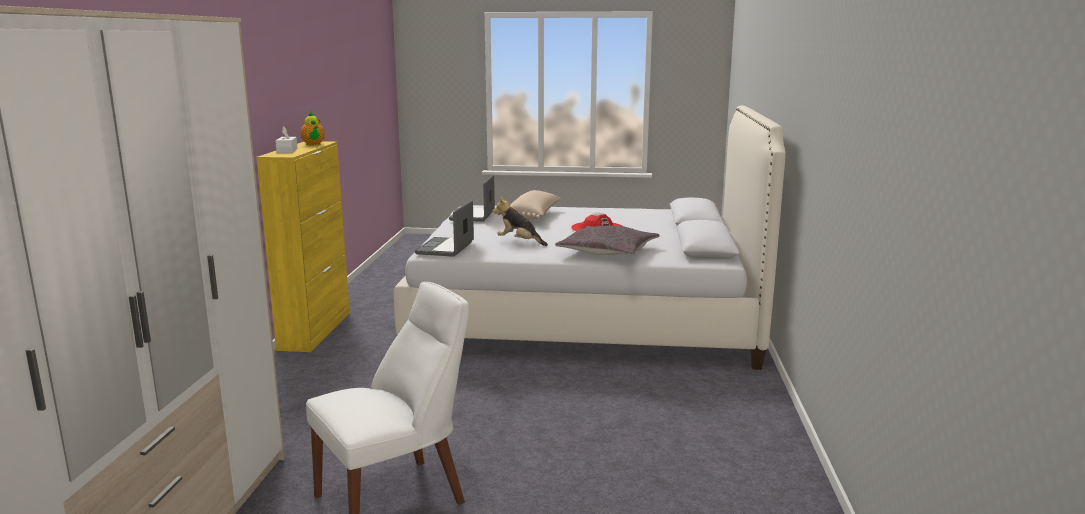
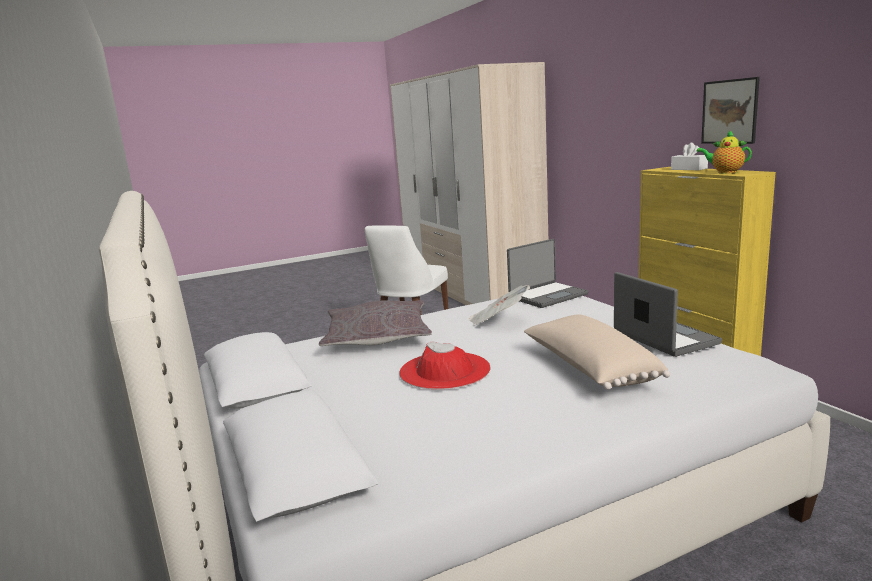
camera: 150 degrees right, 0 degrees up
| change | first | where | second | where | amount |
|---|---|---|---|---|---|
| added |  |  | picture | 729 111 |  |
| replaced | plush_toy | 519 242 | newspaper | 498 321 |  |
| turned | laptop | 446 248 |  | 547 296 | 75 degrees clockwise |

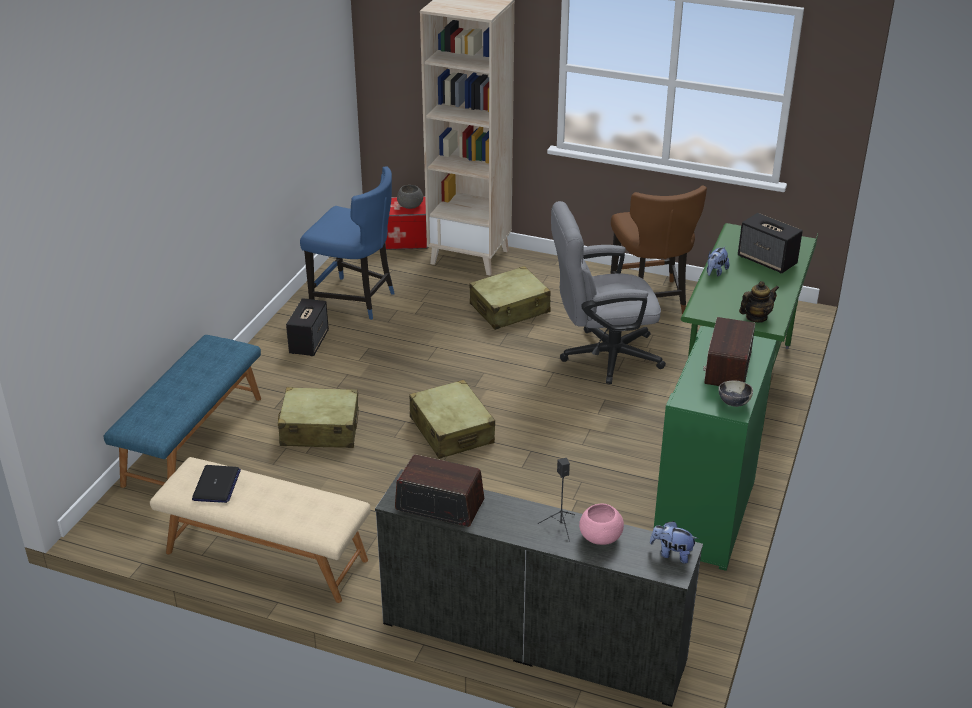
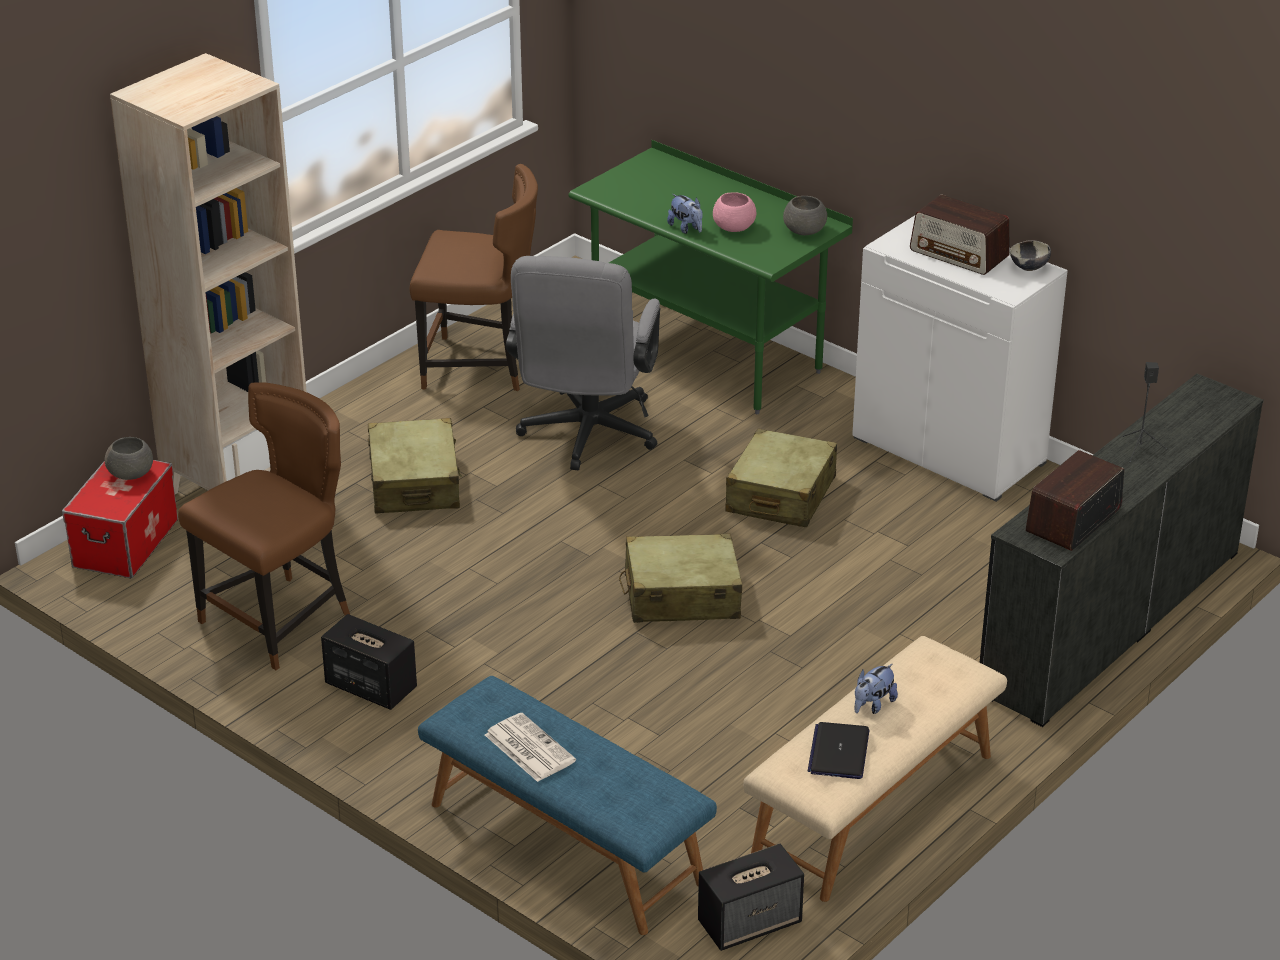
camera: 70 degrees left, 0 degrees up
| change | first | where | second | where | amount |
|---|---|---|---|---|---|
| added |  |  | newspaper | 528 748 |  |
| moved | beige_suitcase | 320 429 |  | 780 495 |  |
| moved | pink_bowl | 599 537 |  | 733 228 |  |
| moved | plush_toy | 672 554 |  | 873 705 |  |
| moved | speaker | 767 261 |  | 750 922 |  |
| replaced | teapot | 756 317 | grey_bowl | 804 231 |  |
| recoloured | blue_chair | 355 300 | brown_chair | 280 620 |  |
| recoloured | green_cabinet | 706 516 | white_cabinet | 950 450 |  |
| turned | laptop | 216 485 |  | 839 752 | 105 degrees counterclockwise |

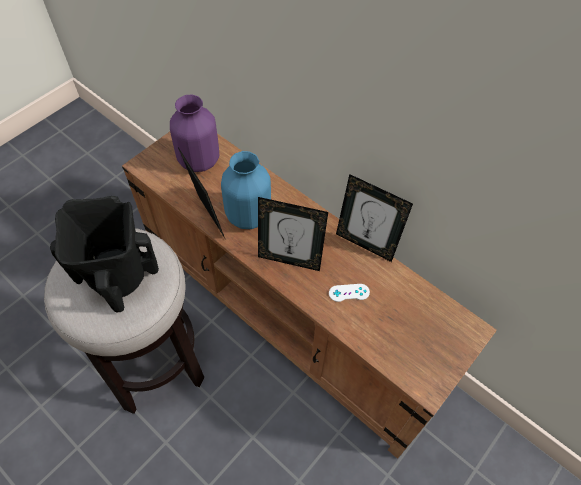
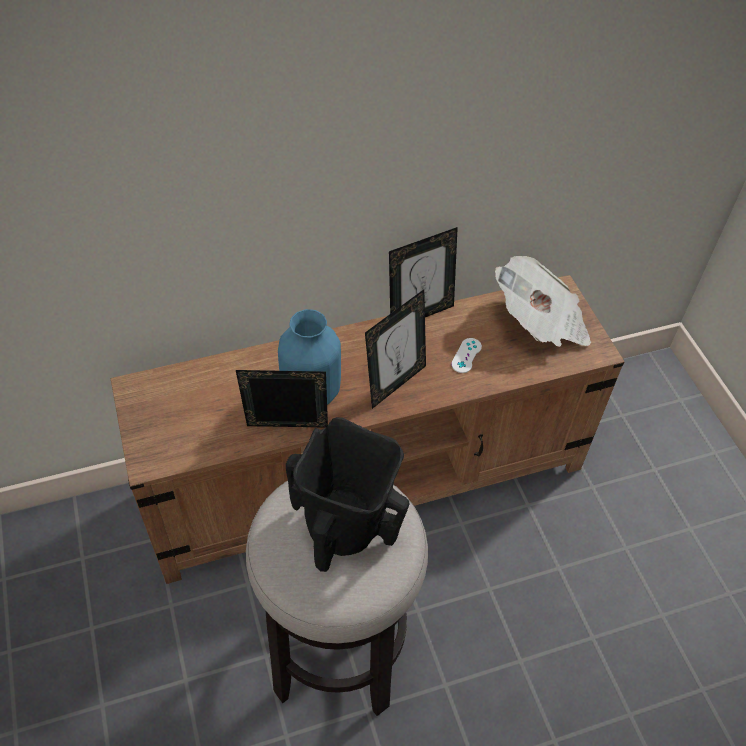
camera: 60 degrees left, 5 degrees down
| change | first | where | second | where | amount |
|---|---|---|---|---|---|
| removed | purple_vase | 200 161 |  |  |  |
| added |  |  | newspaper | 540 323 |  |

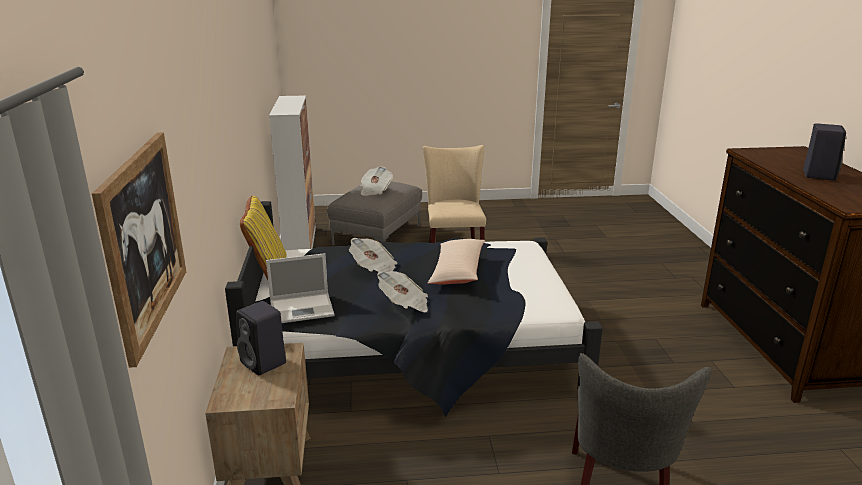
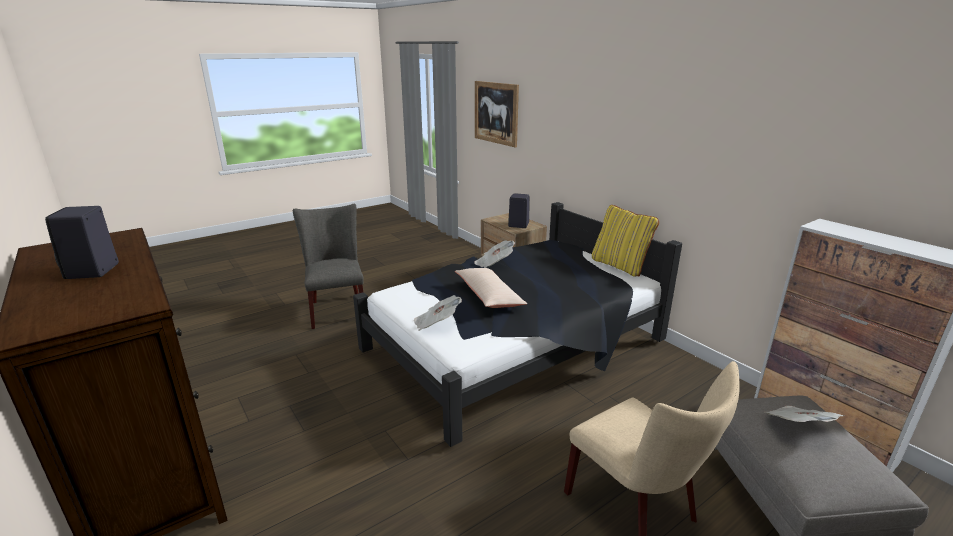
camera: 150 degrees right, 0 degrees up
| change | first | where | second | where | amount |
|---|---|---|---|---|---|
| removed | laptop | 303 308 |  |  |  |
| moved | newspaper | 374 269 |  | 436 324 |  |

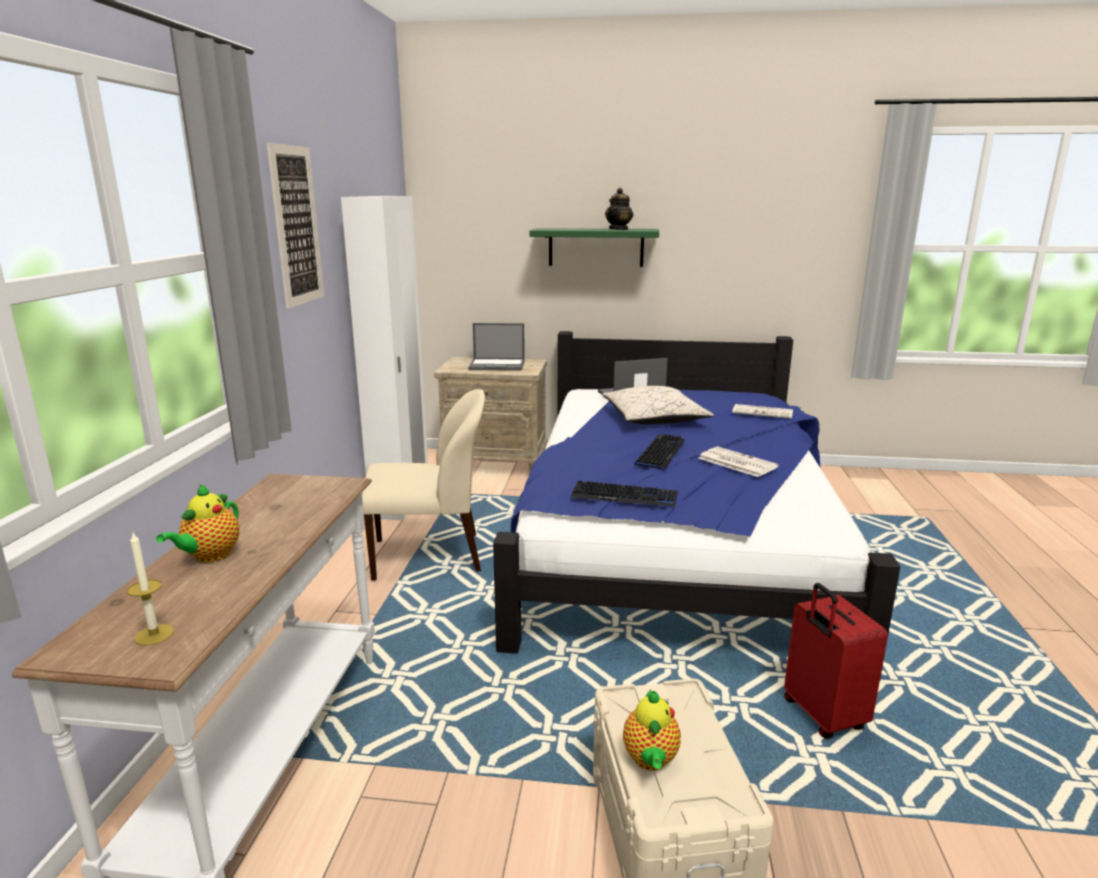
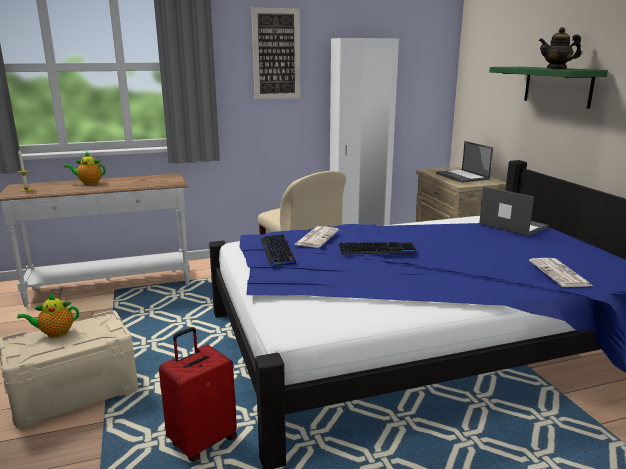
camera: 65 degrees right, 0 degrees up
| change | first | where | second | where | amount |
|---|---|---|---|---|---|
| removed | beige_pillow | 654 419 |  |  |  |
| moved | newspaper | 736 462 |  | 316 237 |  |

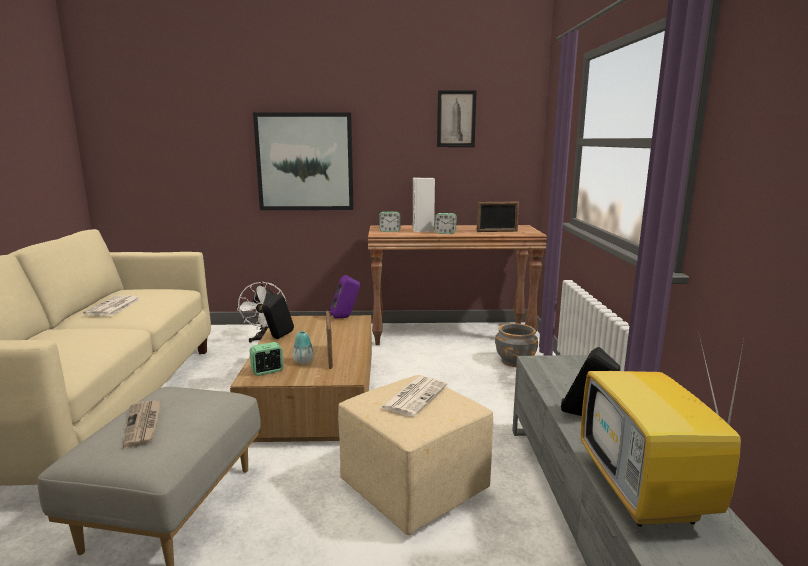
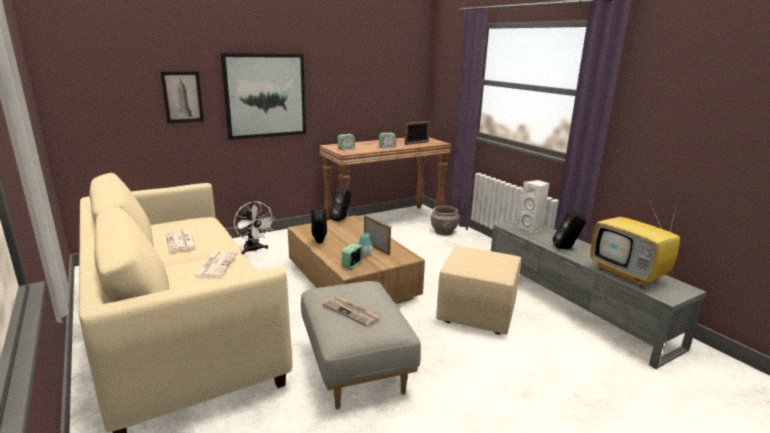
camera: 30 degrees left, 5 degrees up
| change | first | where | second | where | amount |
|---|---|---|---|---|---|
| moved | newspaper | 414 396 |  | 215 265 |  |
| moved | white_speaker | 423 230 |  | 531 228 |  |
| moved | picture | 456 119 |  | 182 97 |  |
| recoloured | purple_speaker | 345 317 | black_speaker | 342 219 |  |

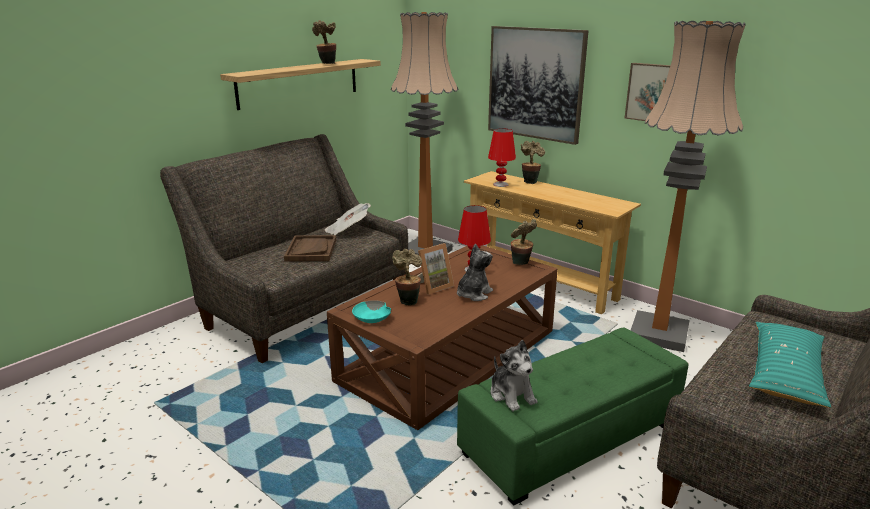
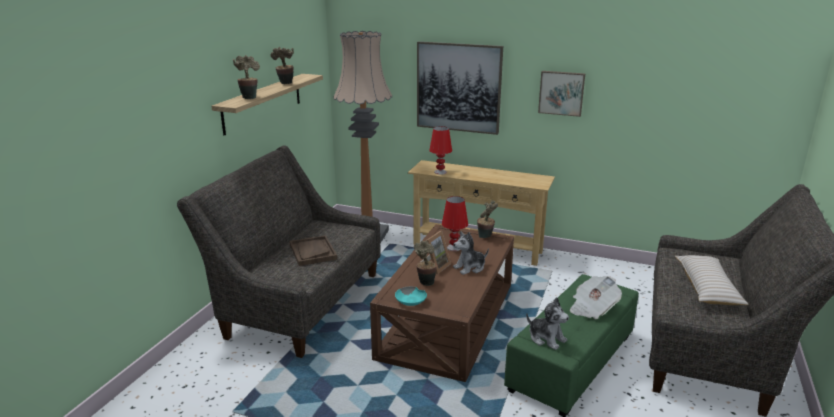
camera: 20 degrees left, 0 degrees up
| change | first | where | second | where | amount |
|---|---|---|---|---|---|
| removed | floor_lamp | 659 334 |  |  |  |
| moved | newspaper | 347 230 |  | 592 308 |  |
| moved | potted_plant | 530 181 |  | 249 97 |  |
| recoloured | turquoise_pillow | 785 374 | beige_pillow | 707 288 |  |
| turned | plush_toy | 473 294 |  | 470 268 | 135 degrees counterclockwise |

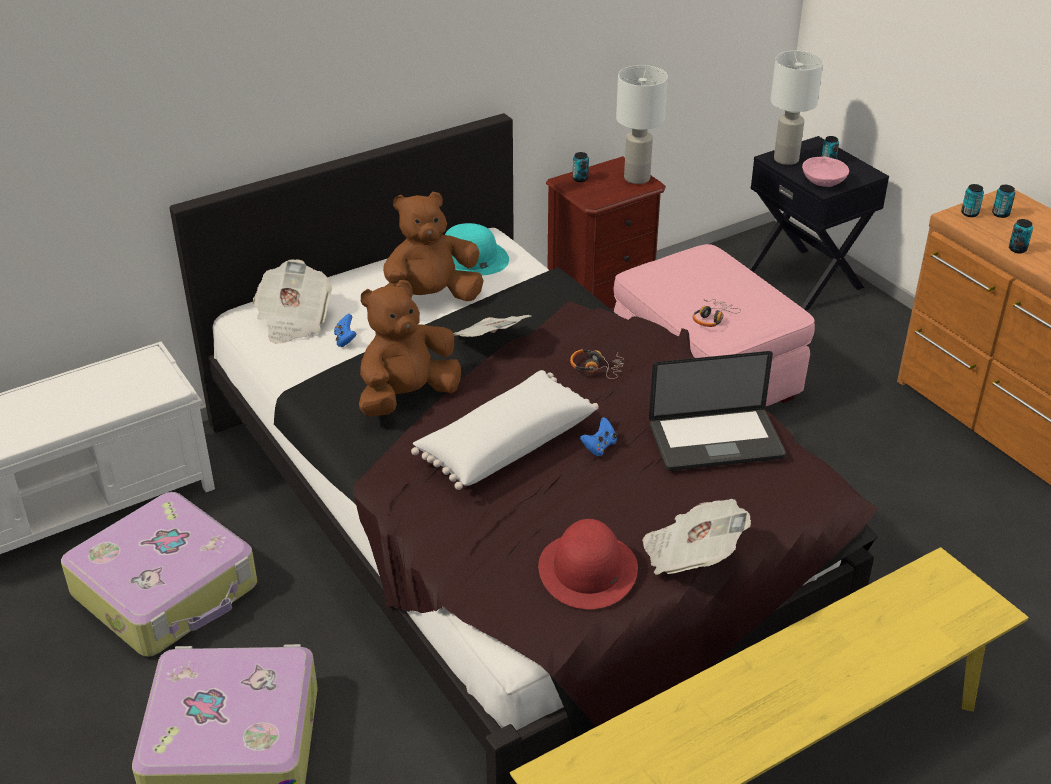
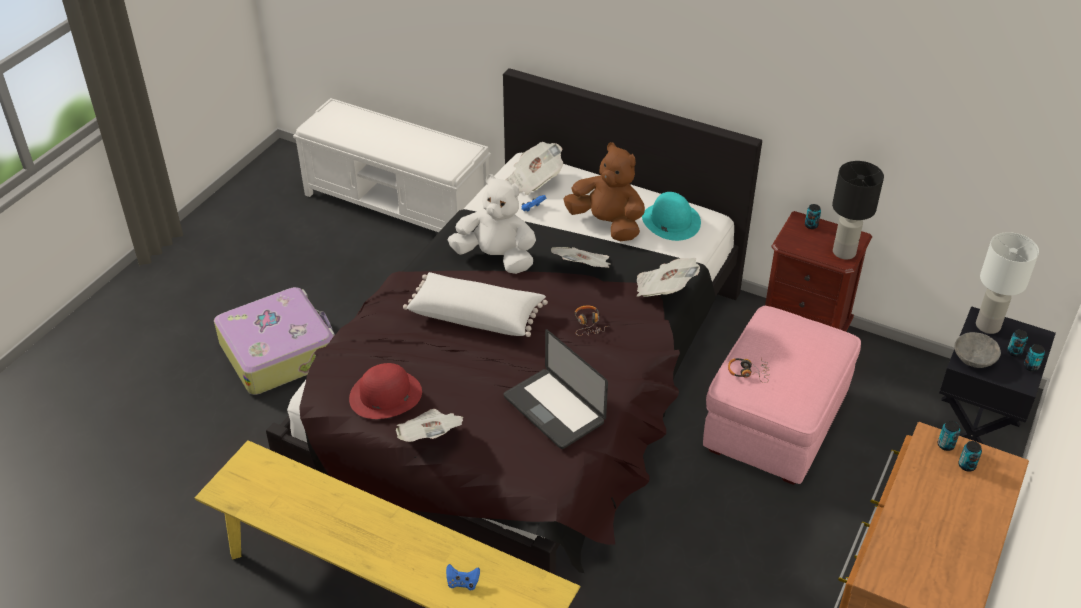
camera: 60 degrees right, 5 degrees up
| change | first | where | second | where | amount |
|---|---|---|---|---|---|
| removed | suitcase | 167 590 |  |  |  |
| added |  |  | newspaper | 664 290 |  |
| moved | blue_game_controller | 599 447 |  | 462 583 |  |
| moved | can | 1017 249 |  | 1030 367 |  |
| recoloured | brown_plush_toy | 407 397 | white_plush_toy | 496 258 |  |
| recoloured | white_table_lamp | 636 178 | black_table_lamp | 843 252 |  |
| recoloured | pink_bowl | 822 182 | grey_bowl | 974 359 |  |

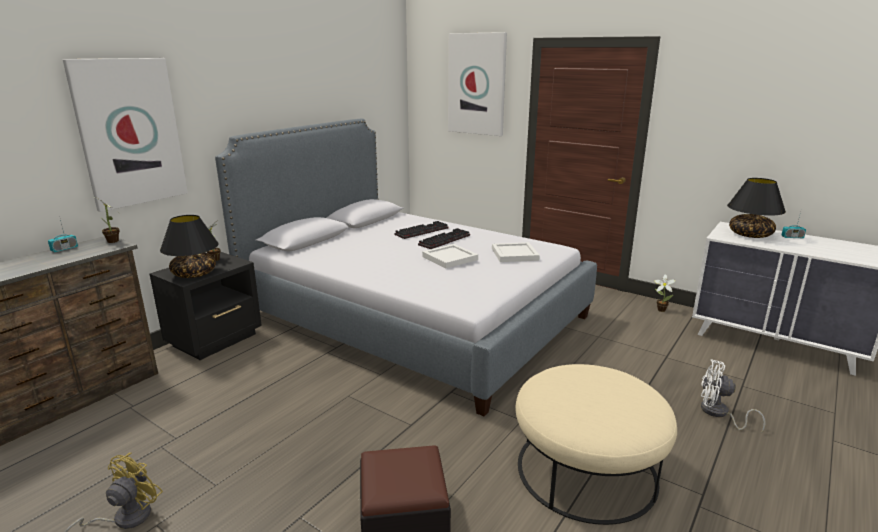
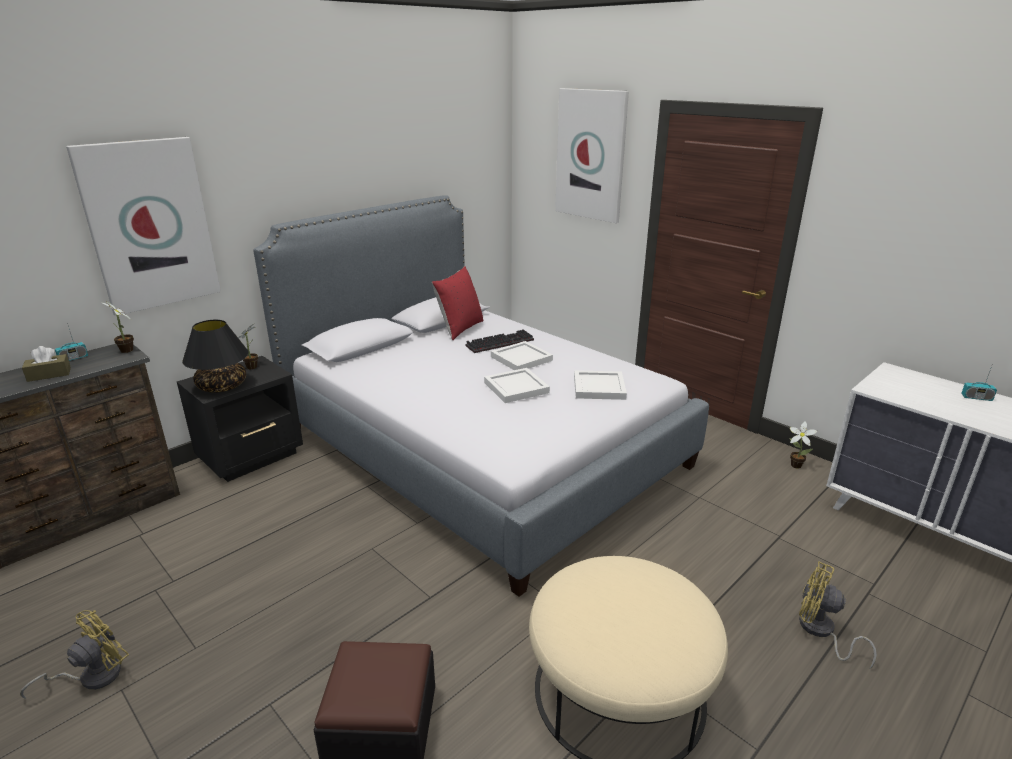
camera: 10 degrees right, 5 degrees up
| change | first | where | second | where | amount |
|---|---|---|---|---|---|
| removed | black_table_lamp | 750 235 |  |  |  |
| added |  |  | brown_tissue_box | 49 374 |  |
| added |  |  | red_pillow | 459 328 |  |
| replaced | keyboard | 444 240 | white_tray | 521 358 |  |
| recoloured | white_fan | 718 413 | yellow_fan | 820 631 |  |

